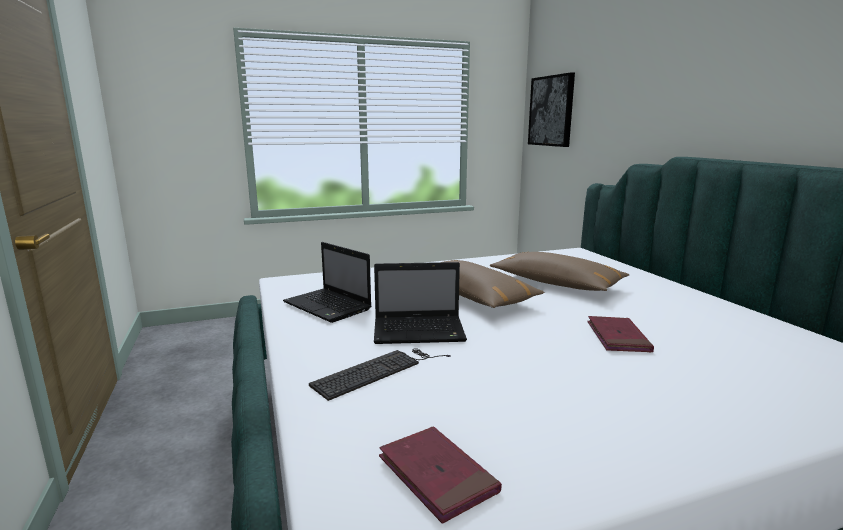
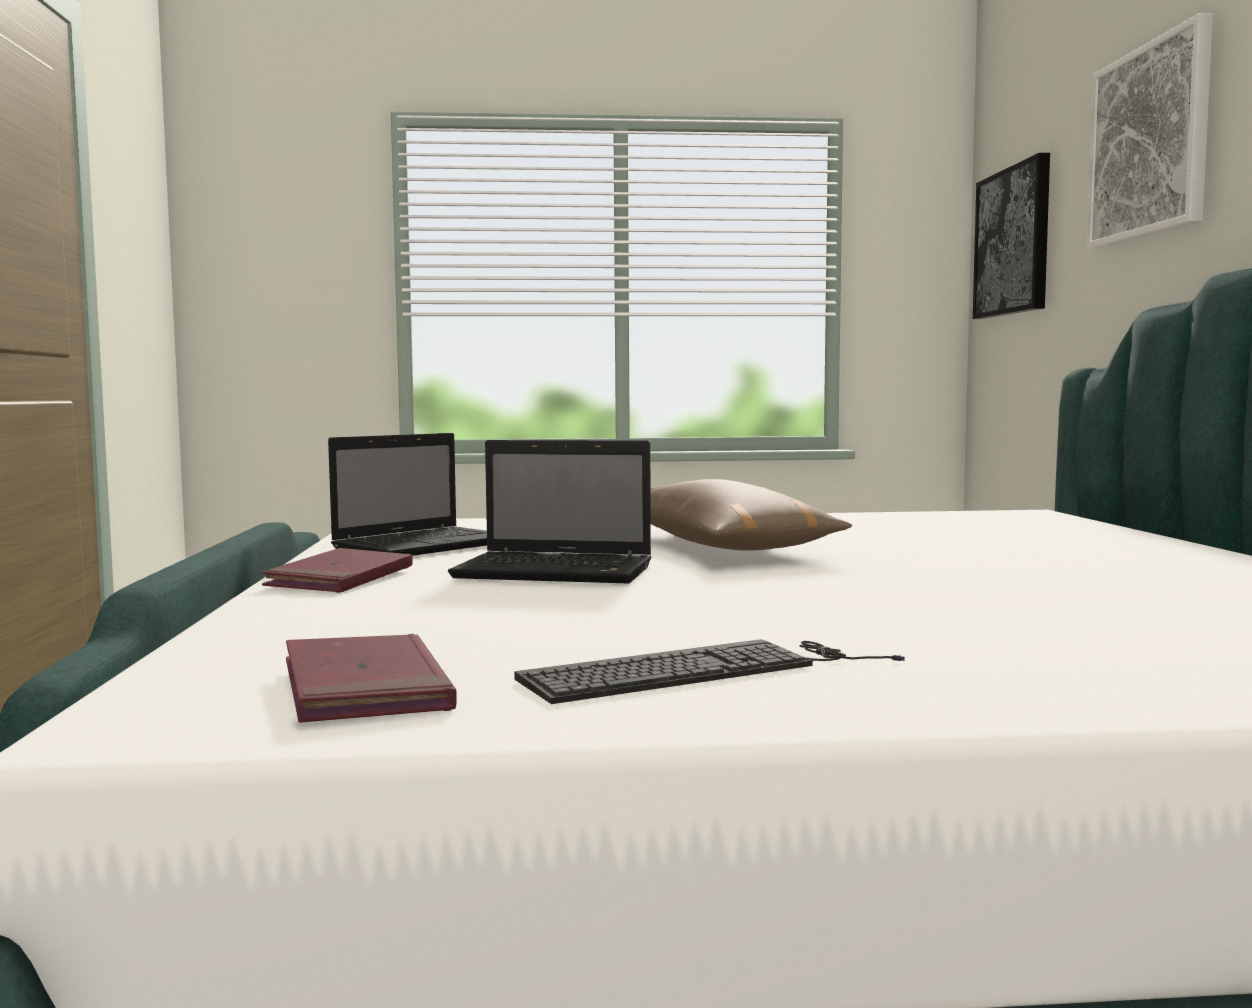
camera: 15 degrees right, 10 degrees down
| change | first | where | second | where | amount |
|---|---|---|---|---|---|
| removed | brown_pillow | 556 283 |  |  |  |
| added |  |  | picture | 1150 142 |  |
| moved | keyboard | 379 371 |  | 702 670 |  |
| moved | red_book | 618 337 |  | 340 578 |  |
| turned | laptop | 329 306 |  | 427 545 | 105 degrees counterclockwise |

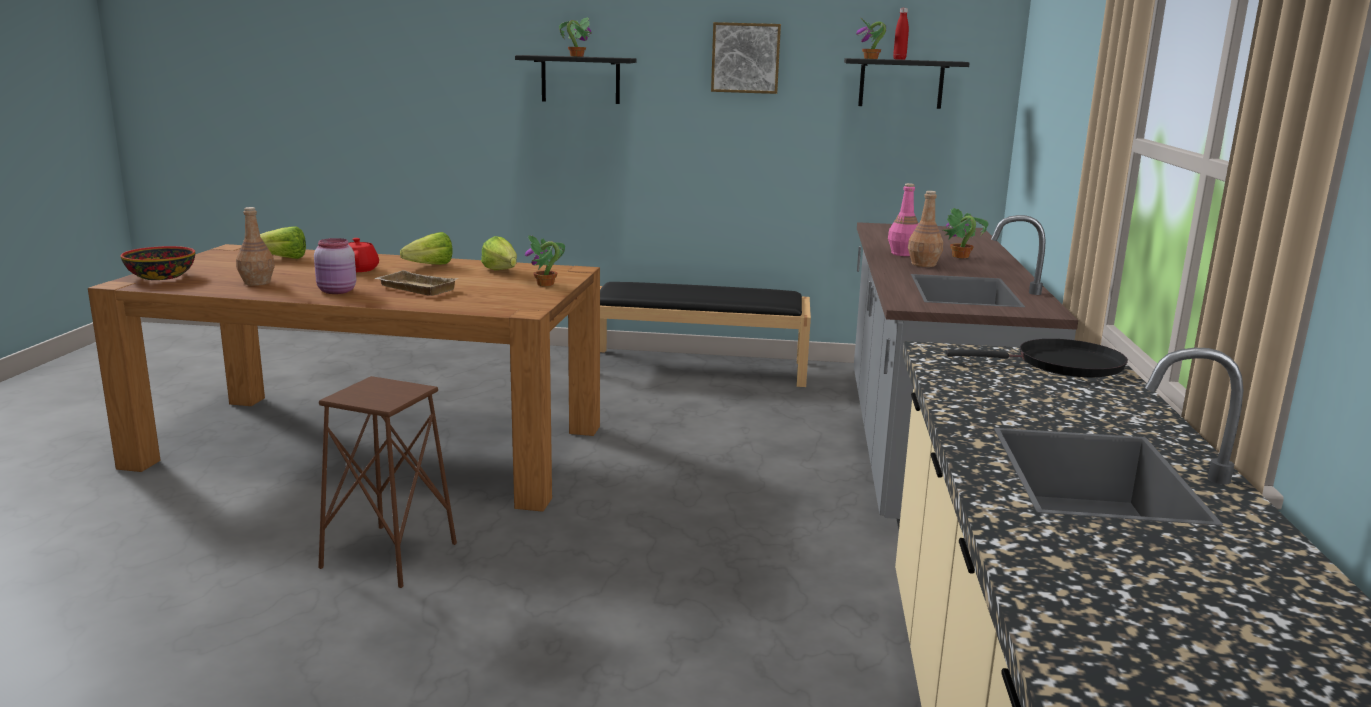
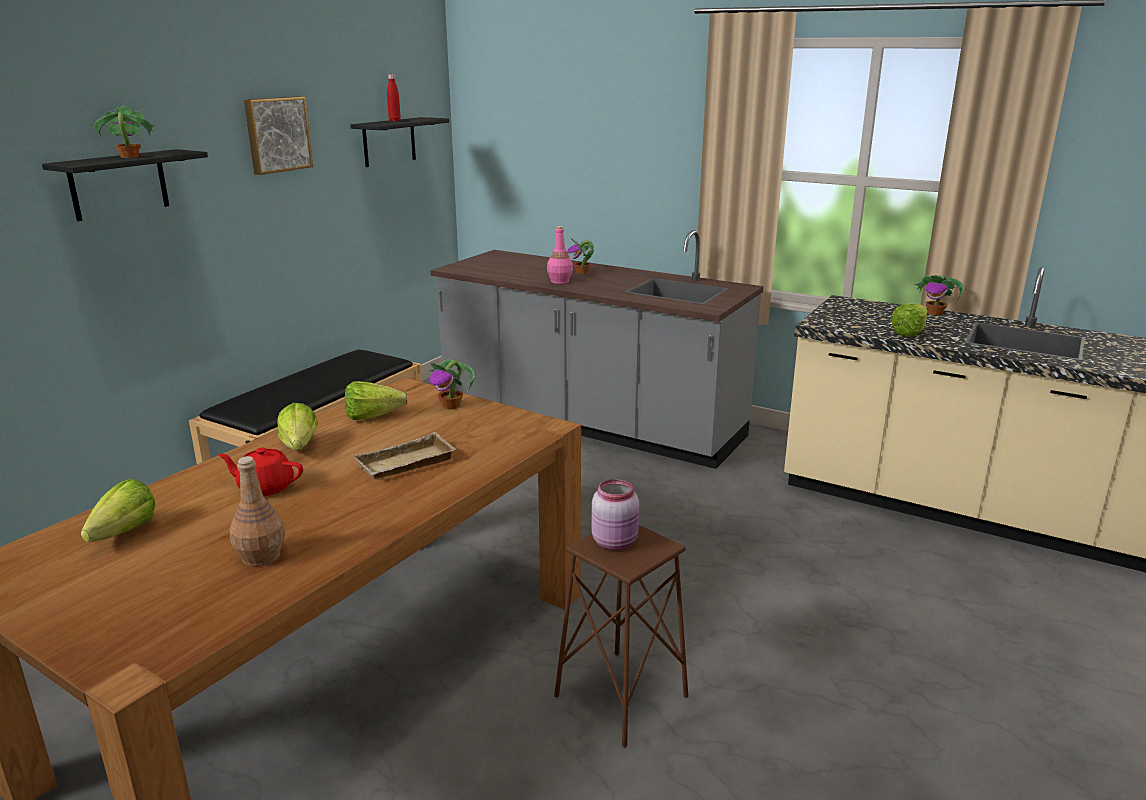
camera: 65 degrees left, 5 degrees up
| change | first | where | second | where | amount |
|---|---|---|---|---|---|
| removed | bowl | 162 277 |  |  |  |
| removed | brown_bottle | 923 264 |  |  |  |
| removed | black_frying_pan | 1062 365 |  |  |  |
| added |  |  | lettuce | 912 332 |  |
| moved | pink_jar | 337 291 |  | 616 542 |  |
| moved | potted_plant | 871 58 |  | 935 313 |  |

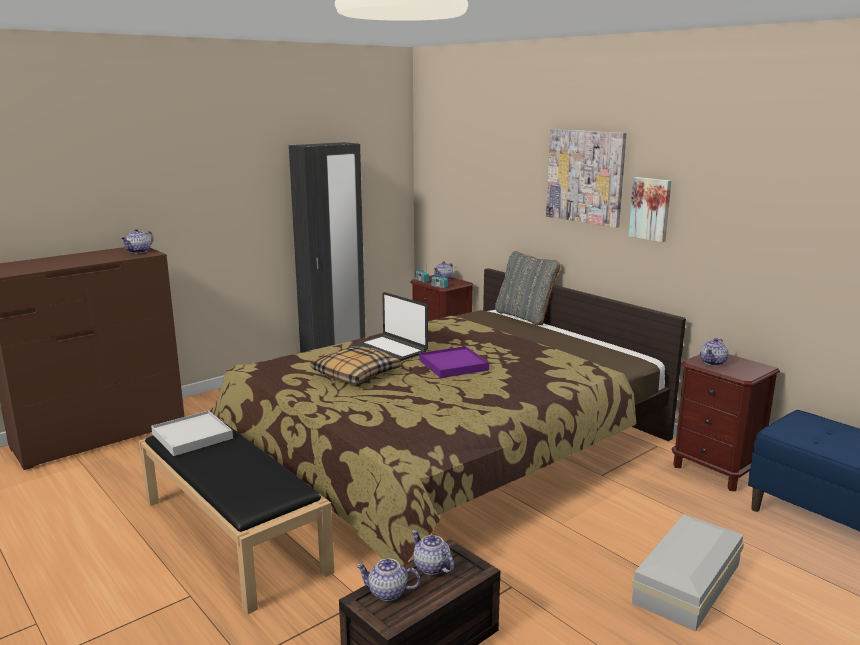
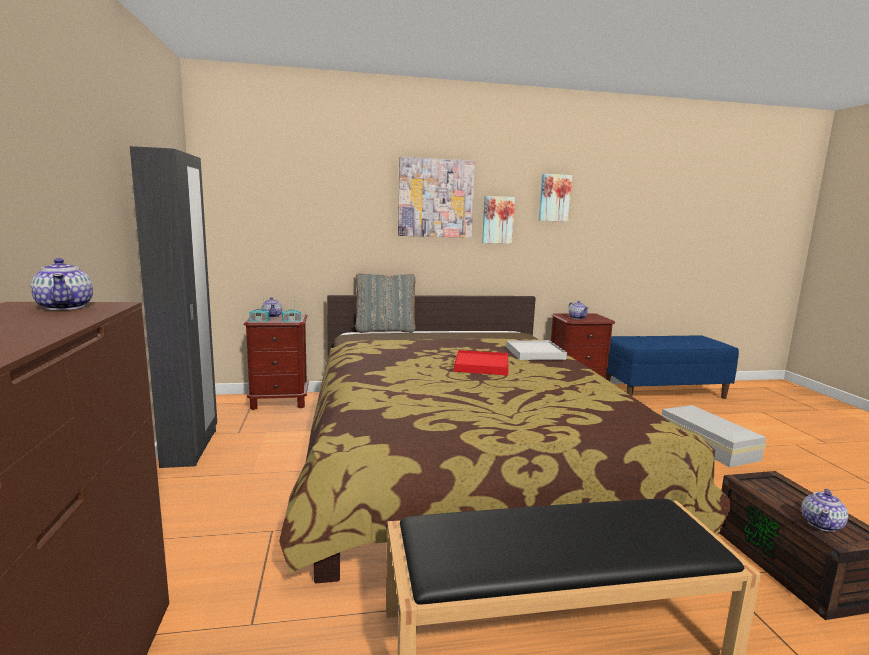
camera: 60 degrees left, 5 degrees down
| change | first | where | second | where | amount |
|---|---|---|---|---|---|
| removed | pillow | 355 374 |  |  |  |
| removed | laptop | 388 350 |  |  |  |
| removed | teapot | 432 567 |  |  |  |
| added |  |  | picture | 554 198 |  |
| moved | white_tray | 192 436 |  | 535 353 |  |
| recoloured | purple_tray | 453 365 | red_tray | 481 366 |  |

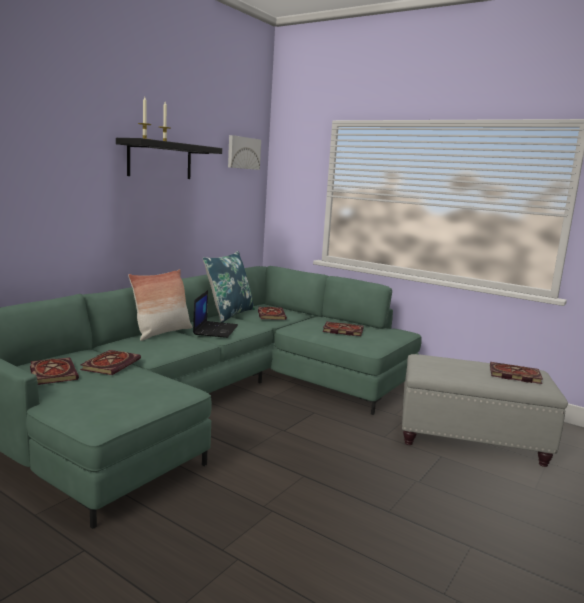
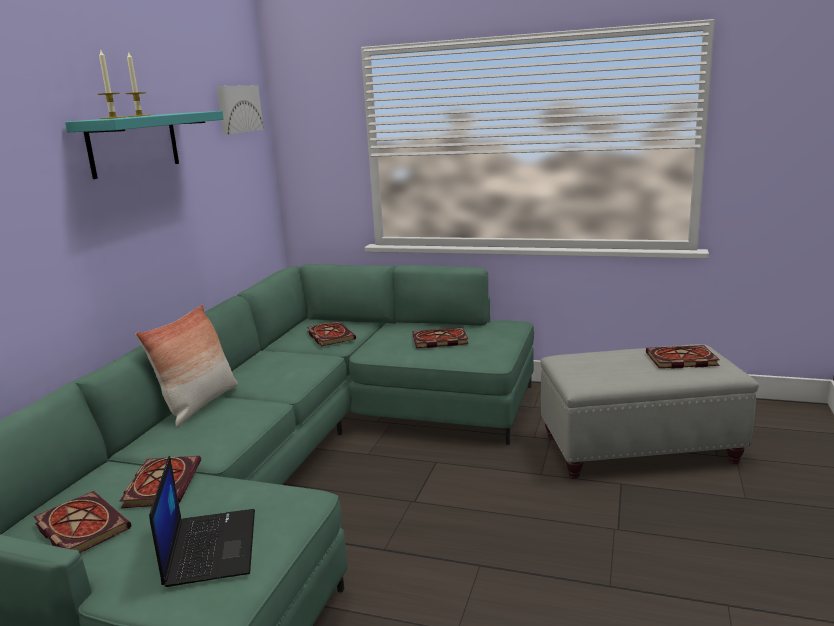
camera: 15 degrees left, 5 degrees up
| change | first | where | second | where | amount |
|---|---|---|---|---|---|
| removed | blue_pillow | 229 314 |  |  |  |
| moved | laptop | 215 329 |  | 210 546 |  |
| recoloured | black_shelf | 160 160 | turquoise_shelf | 134 144 |  |

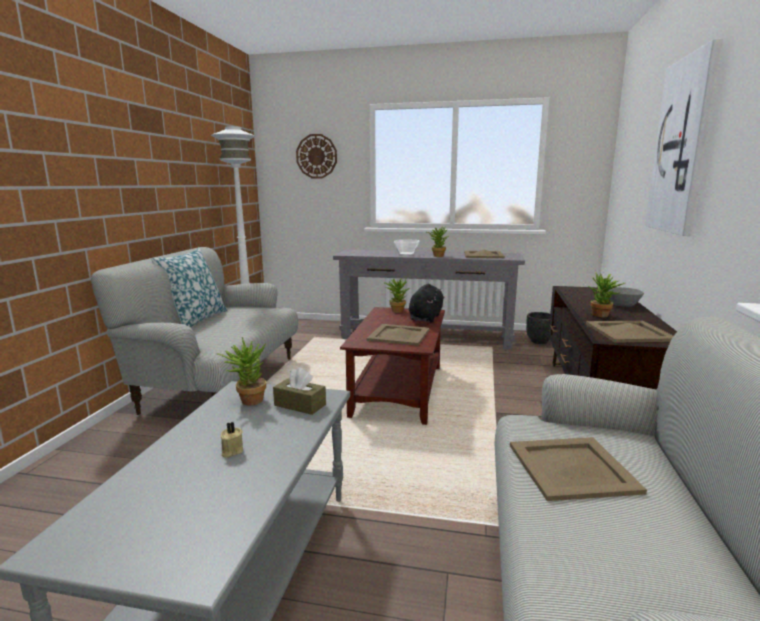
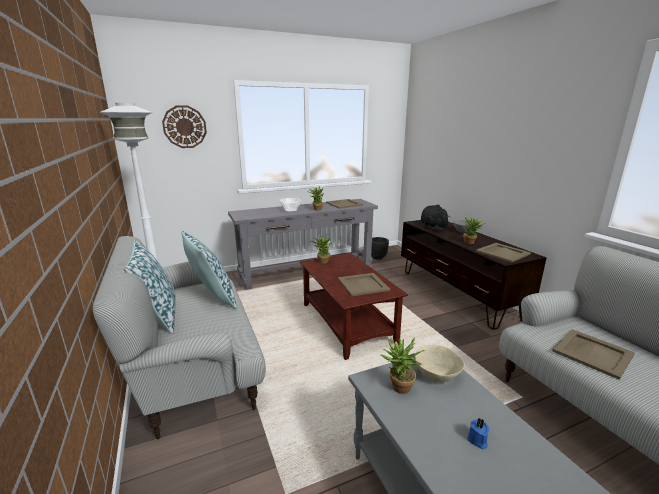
camera: 35 degrees left, 5 degrees up
| change | first | where | second | where | amount |
|---|---|---|---|---|---|
| removed | picture | 683 146 |  |  |  |
| added |  |  | pillow | 212 298 |  |
| moved | black_plush_toy | 426 317 |  | 432 227 |  |
| replaced | brown_tissue_box | 300 405 | beige_bowl | 436 375 |  |
| recoloured | beige_candle | 231 451 | blue_candle | 477 440 |  |

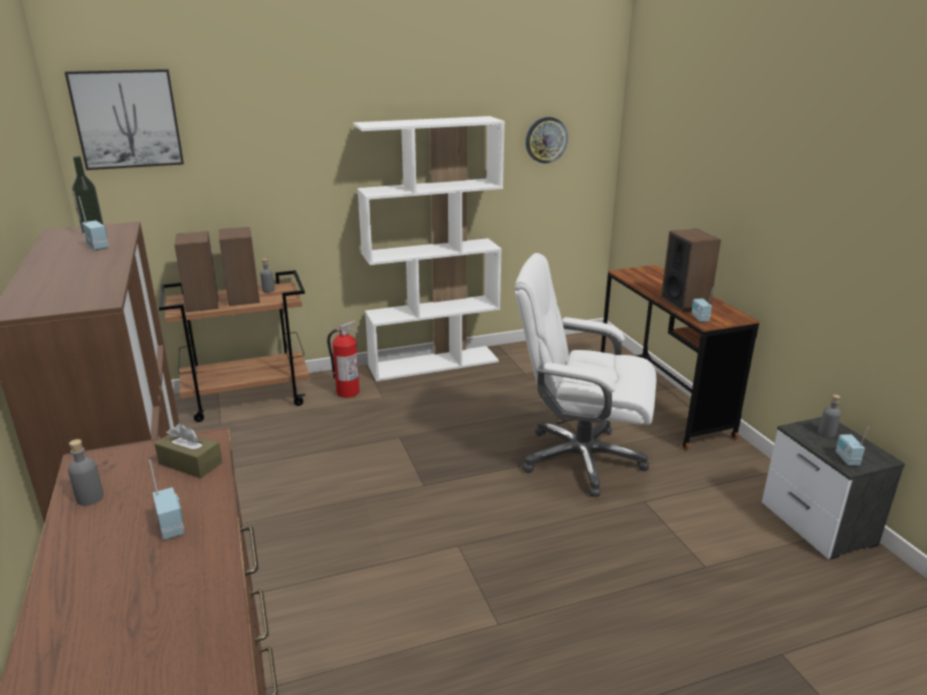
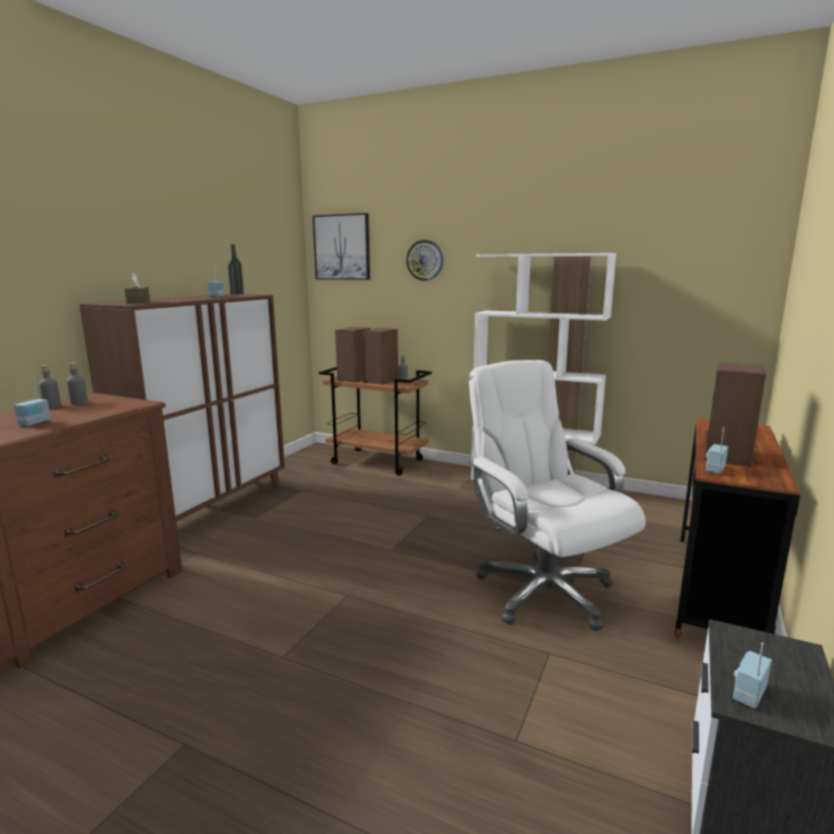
camera: 45 degrees right, 10 degrees down
| change | first | where | second | where | amount |
|---|---|---|---|---|---|
| removed | fire_extinguisher | 347 392 |  |  |  |
| moved | brown_tissue_box | 190 463 |  | 138 302 |  |
| moved | wall_clock | 546 140 |  | 425 260 |  |
| moved | grey_bottle | 826 433 |  | 79 403 |  |

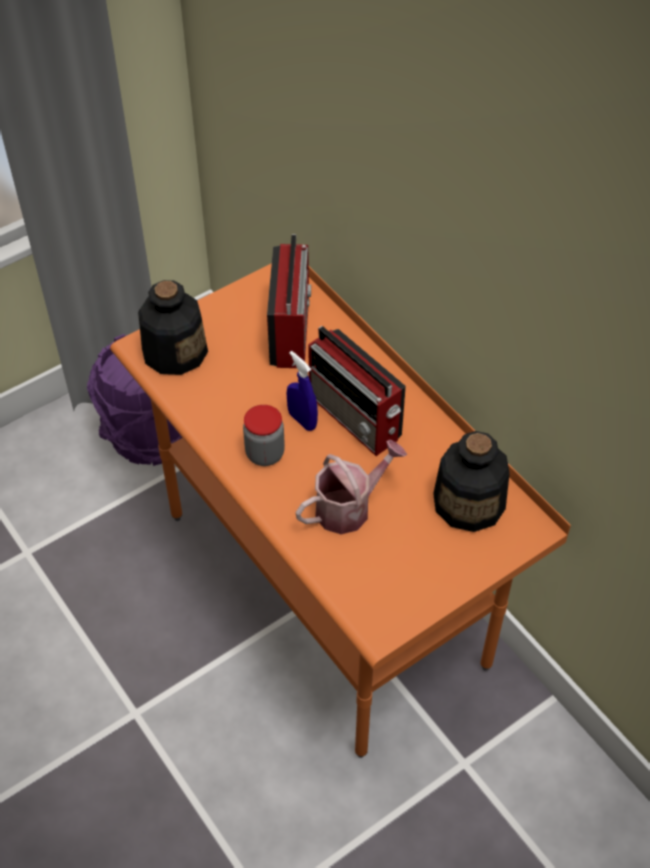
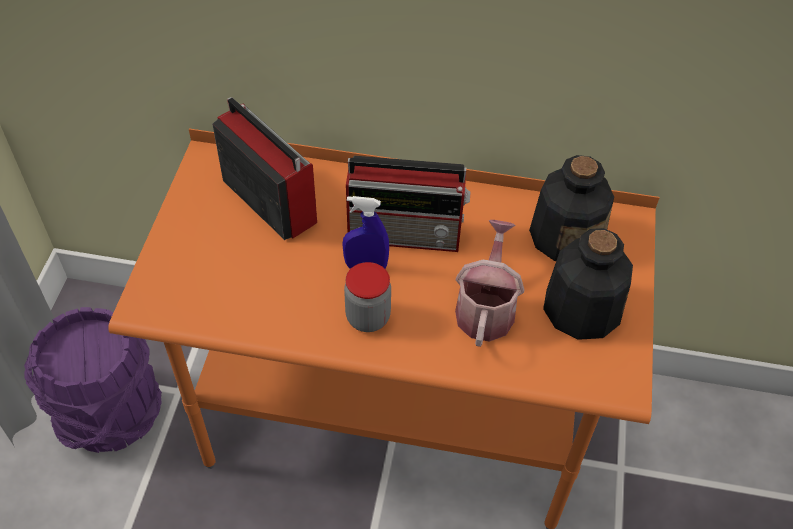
camera: 45 degrees left, 0 degrees up
| change | first | where | second | where | amount |
|---|---|---|---|---|---|
| moved | bottle | 174 351 |  | 581 308 |  |

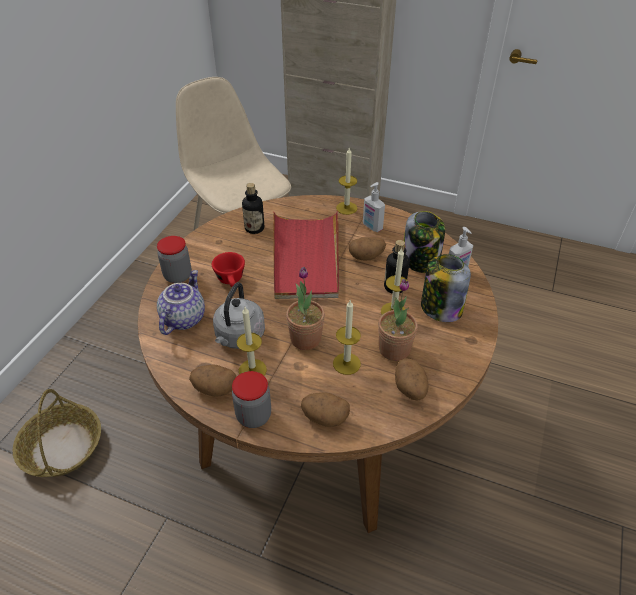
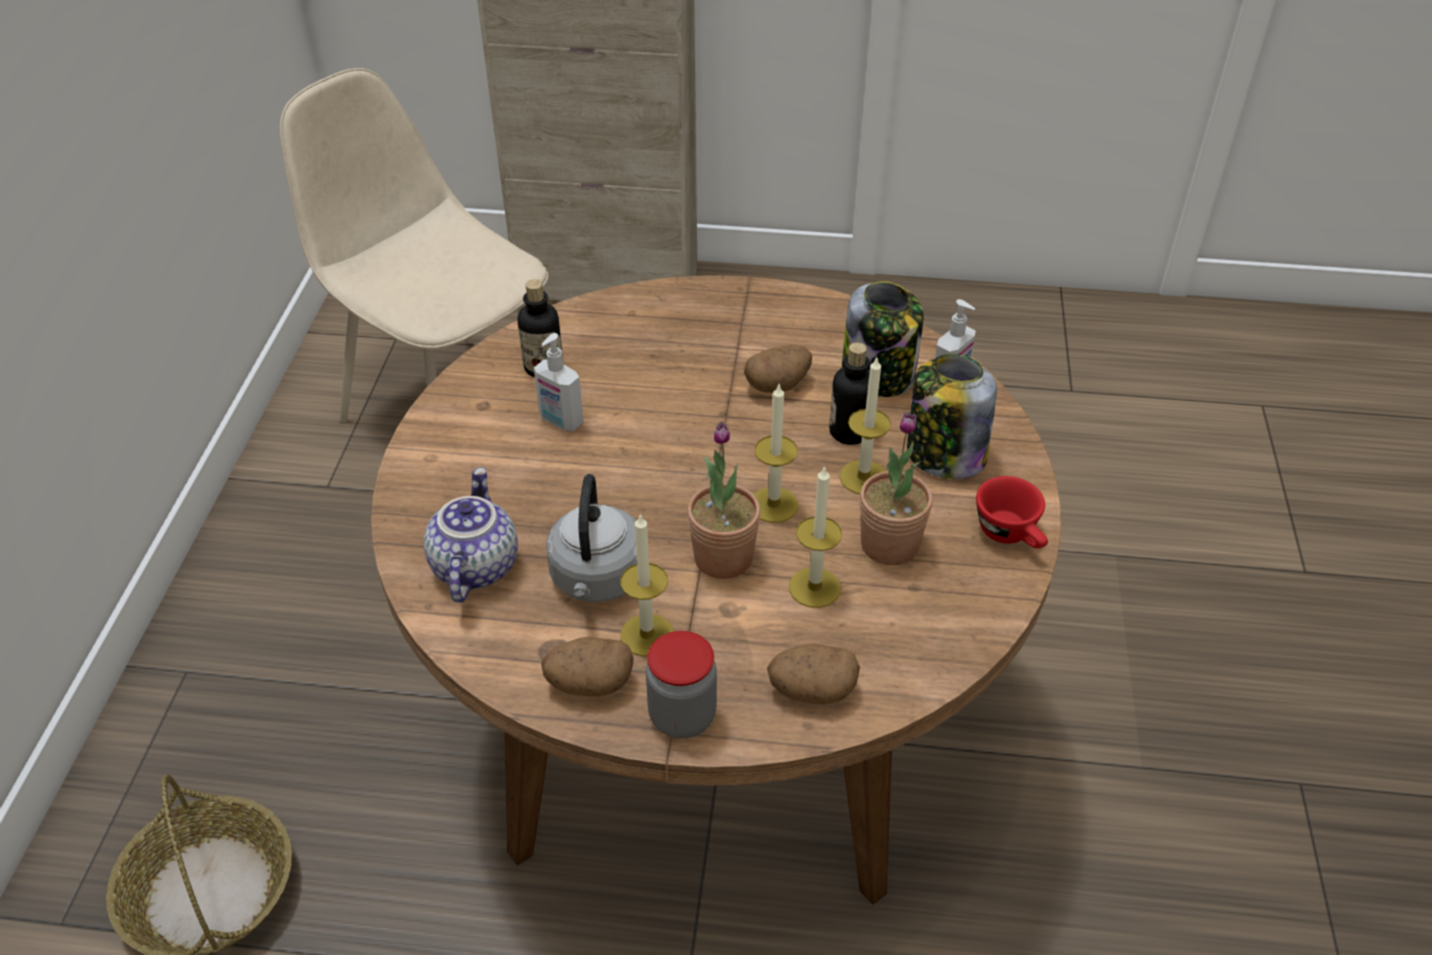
camera: 15 degrees left, 0 degrees up
| change | first | where | second | where | amount |
|---|---|---|---|---|---|
| removed | jar | 178 276 |  |  |  |
| removed | red_tray | 306 257 |  |  |  |
| removed | potato | 410 389 |  |  |  |
| moved | red_cup | 231 281 |  | 1011 535 |  |
| moved | candle | 346 208 |  | 773 505 |  |
| moved | soap_dispenser | 372 227 |  | 560 421 |  |

